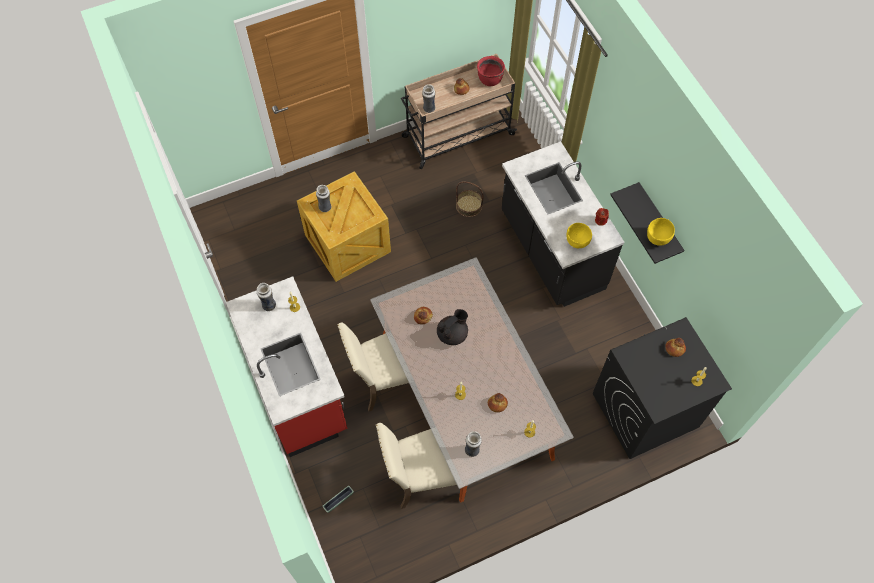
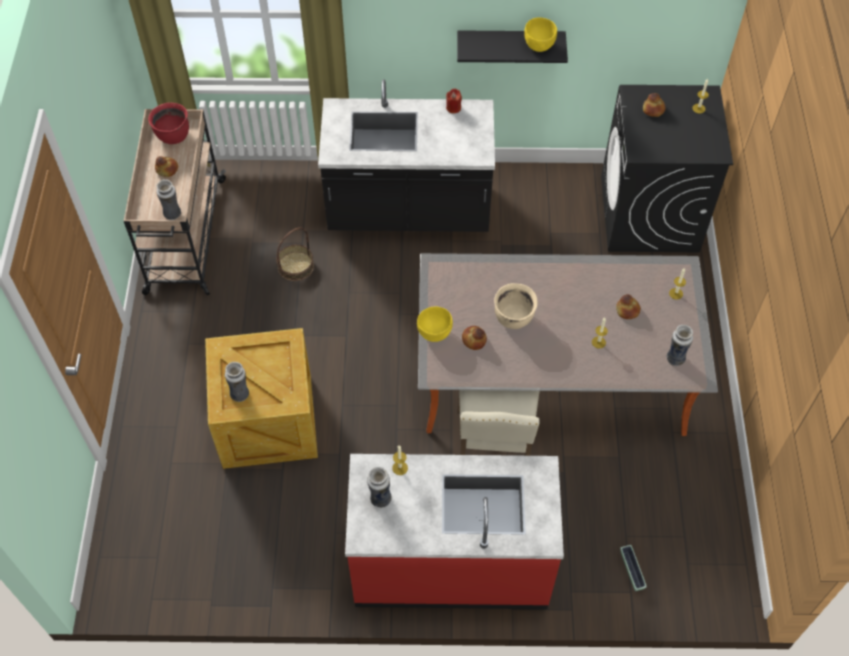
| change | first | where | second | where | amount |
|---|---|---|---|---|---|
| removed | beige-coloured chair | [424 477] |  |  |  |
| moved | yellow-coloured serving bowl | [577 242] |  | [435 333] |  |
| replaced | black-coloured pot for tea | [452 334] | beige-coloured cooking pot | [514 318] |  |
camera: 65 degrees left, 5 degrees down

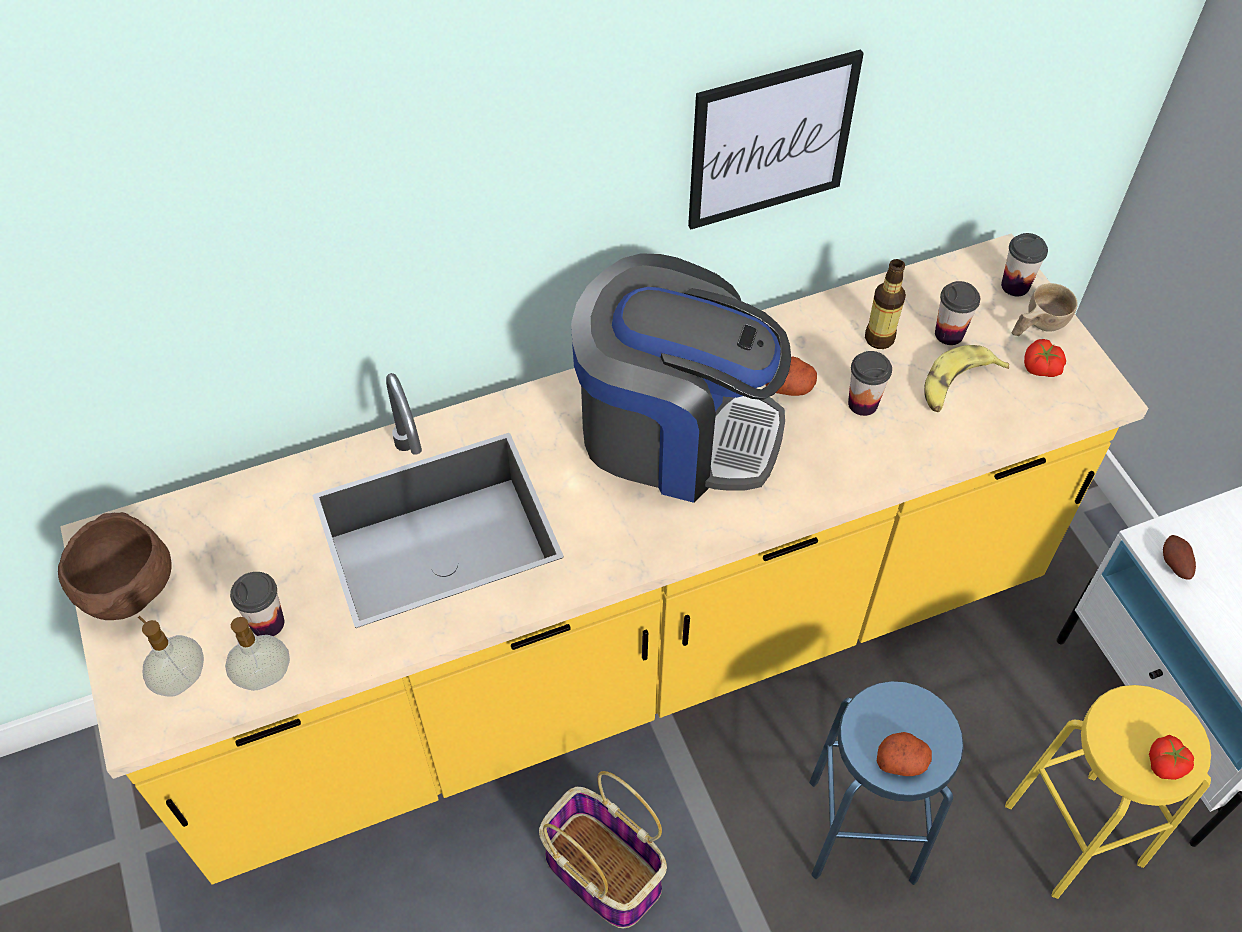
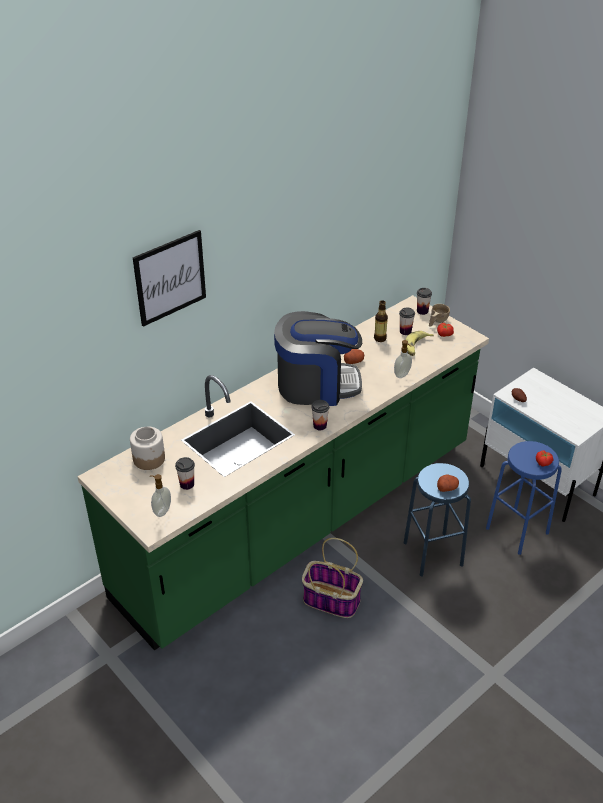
| change | first | where | second | where | amount |
|---|---|---|---|---|---|
| removed | brownish serving bowl | [130 593] |  |  |  |
| added |  |  | jar | [149 459] |  |
| moved | liquid soap bottle | [266 679] |  | [402 375] |  |
| moved | picture | [771 140] |  | [170 277] |  |
| moved | small cup | [862 404] |  | [320 426] |  |
| recoloured | yellow-coloured kitchen base unit | [621 656] | green-coloured kitchen base unit | [301 521] |  |
| recoloured | yellow-coloured stool seat | [1074 833] | bluish stool seat | [517 530] |  |
camera: 20 degrees left, 15 degrees down

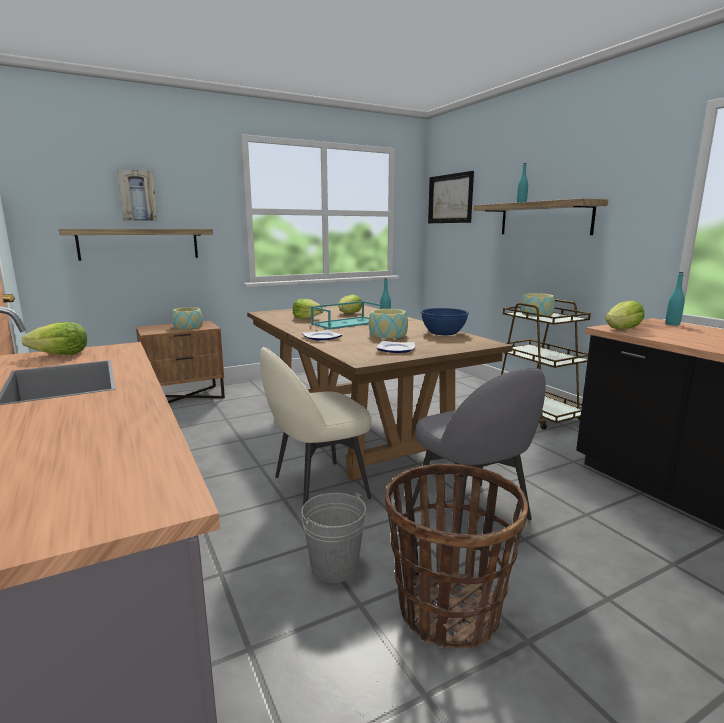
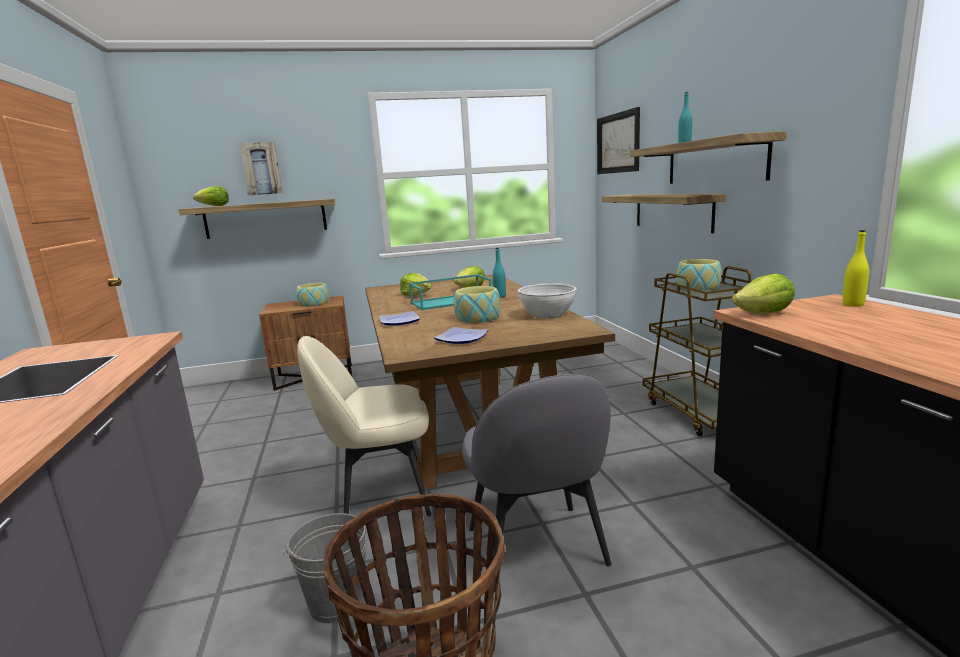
| change | first | where | second | where | amount |
|---|---|---|---|---|---|
| added |  |  | wall shelf | [672 211] |  |
| moved | lettuce | [61 355] |  | [214 206] |  |
| recoloured | bluish serving bowl | [443 333] | white-coloured serving bowl | [547 314] |  |
| recoloured | turquoise-coloured beverage bottle | [672 324] | yellow-coloured beverage bottle | [853 304] |  |
camera: 15 degrees right, 0 degrees up

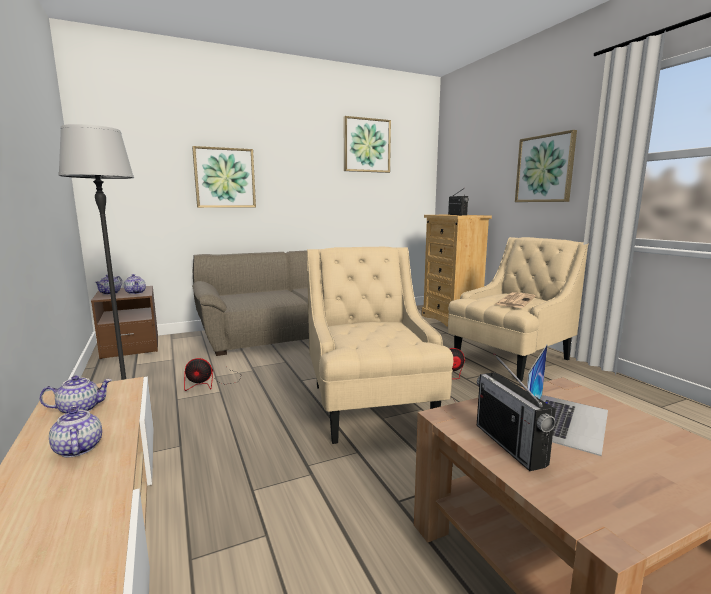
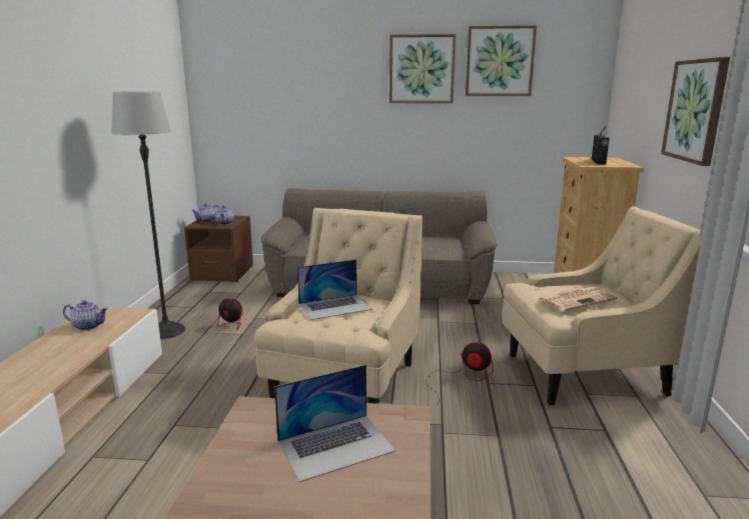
| change | first | where | second | where | amount |
|---|---|---|---|---|---|
| removed | pot for tea | [77 449] |  |  |  |
| removed | radio set | [509 444] |  |  |  |
| added |  |  | notebook computer | [335 306] |  |
| moved | picture | [225 178] |  | [421 69] |  |
camera: 30 degrees right, 5 degrees up

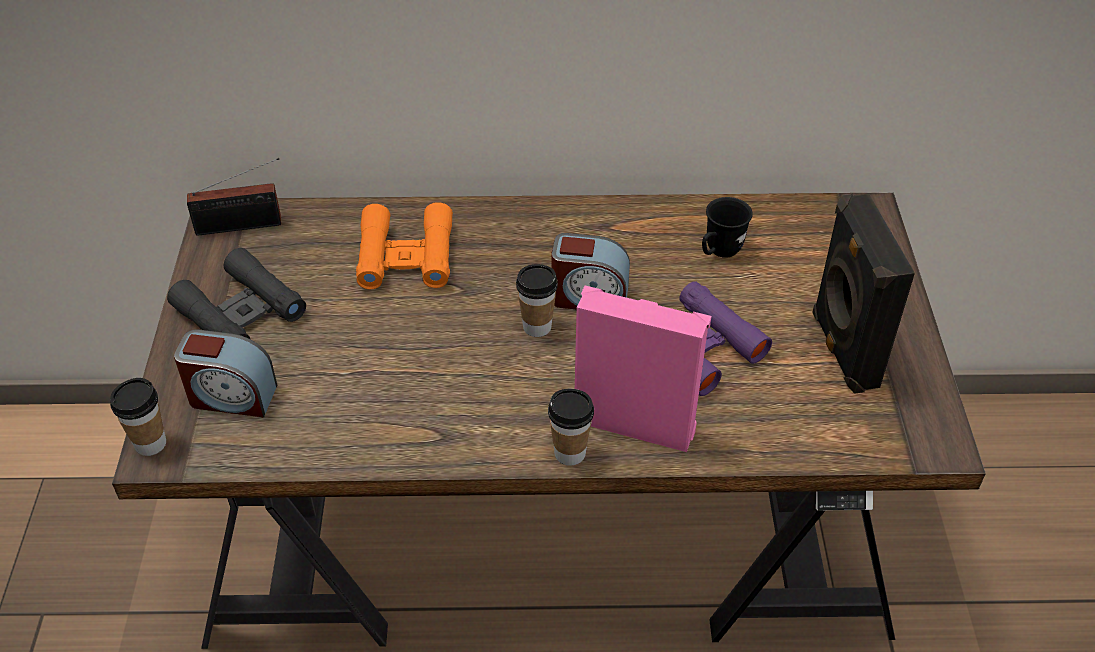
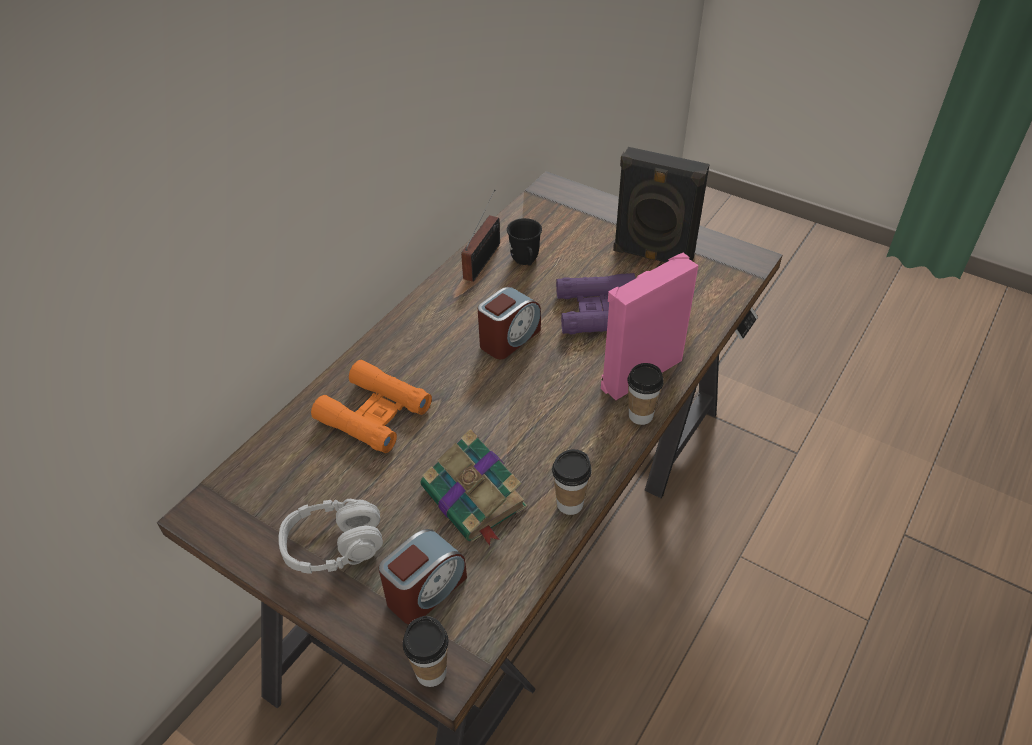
| change | first | where | second | where | amount |
|---|---|---|---|---|---|
| added |  |  | volume | [475 499] |  |
| moved | radio set | [244 226] |  | [484 259] |  |
| moved | small cup | [537 327] |  | [570 504] |  |
| replaced | black-coloured binoculars | [240 312] | grey pair of headphones | [334 545] |  |
camera: 55 degrees left, 0 degrees up

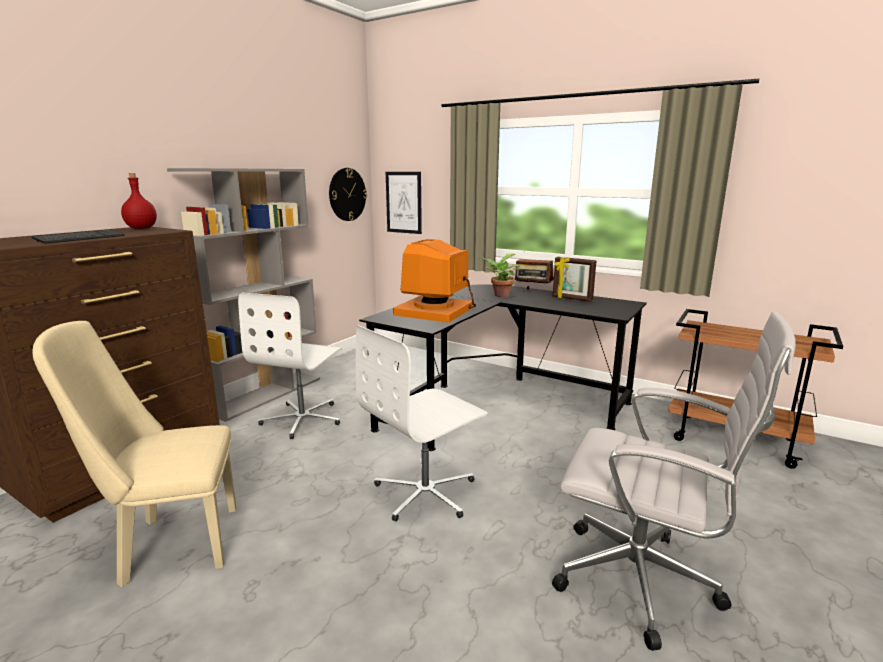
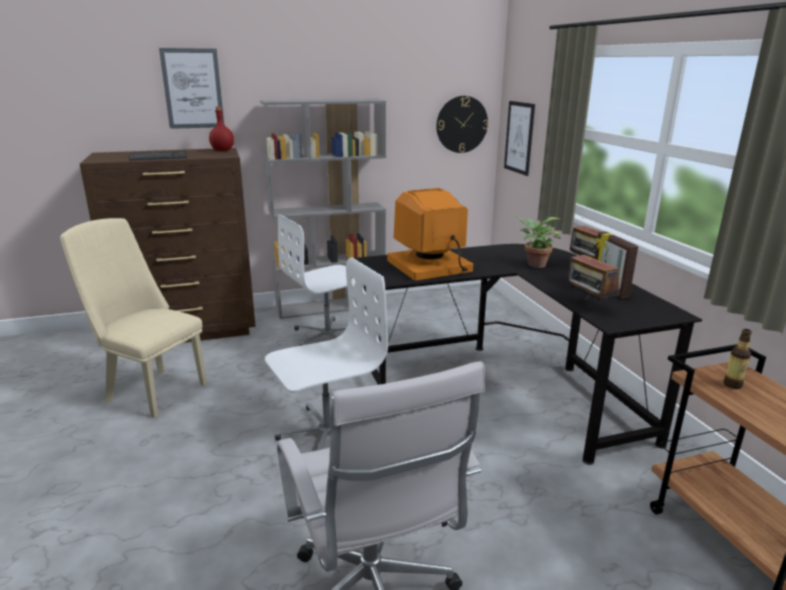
| change | first | where | second | where | amount |
|---|---|---|---|---|---|
| added |  |  | picture | [193 89] |  |
| added |  |  | radio set | [588 305] |  |
| added |  |  | beverage bottle | [732 385] |  |
| turned | white-coloured desk chair | [426 492] |  | [326 433] | 150 degrees clockwise |
camera: 40 degrees right, 5 degrees up

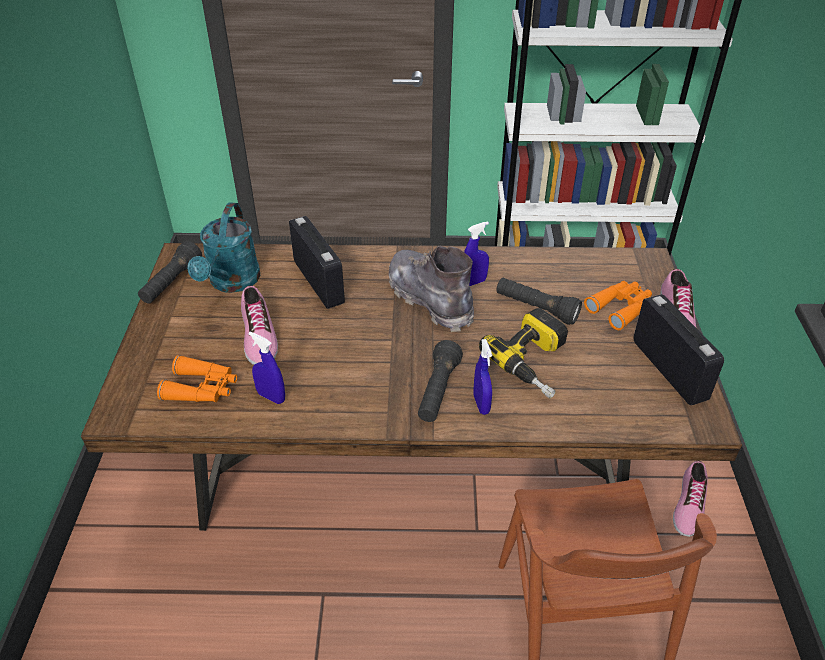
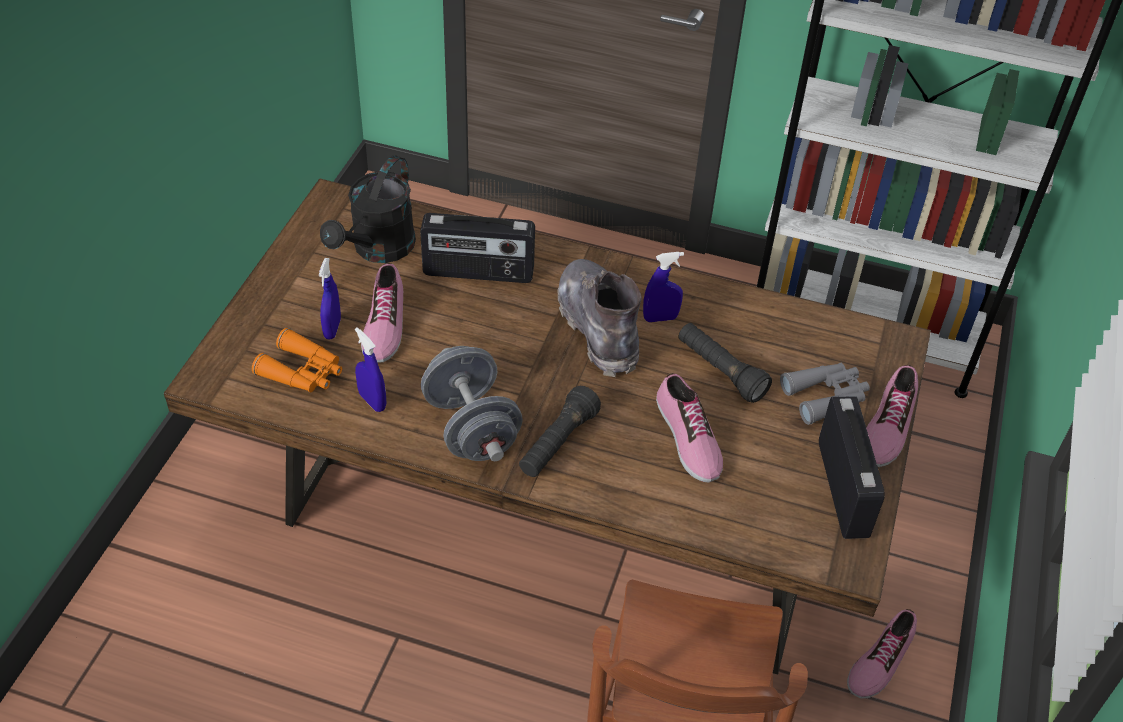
| change | first | where | second | where | amount |
|---|---|---|---|---|---|
| removed | black-coloured flashlight | [172 283] |  |  |  |
| added |  |  | grey dumbbell | [471 428] |  |
| moved | bluish hand sprayer | [481 404] |  | [332 329] |  |
| replaced | power drill | [535 362] | low shoe | [687 438] |  |
| recoloured | turquoise-coloured watering pot | [232 283] | black-coloured watering pot | [378 250] |  |
| recoloured | orangey binoculars | [621 308] | grey binoculars | [826 397] |  |
| turned | radio set | [319 282] |  | [478 273] | 105 degrees clockwise |
camera: 15 degrees right, 5 degrees up

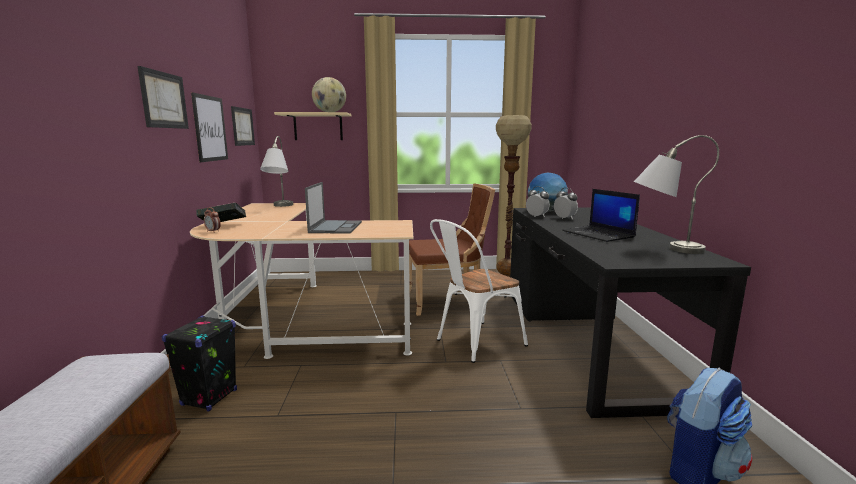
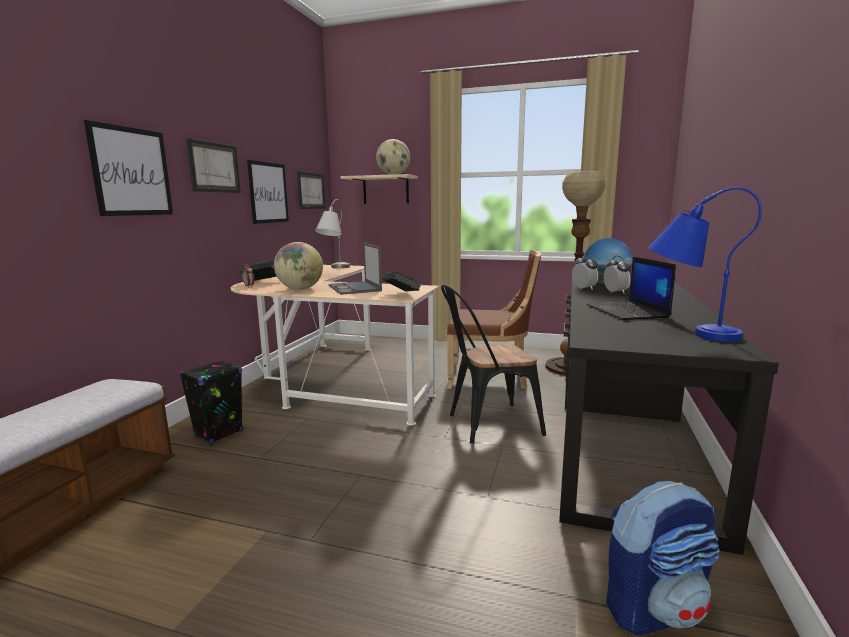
| change | first | where | second | where | amount |
|---|---|---|---|---|---|
| added |  |  | picture | [132 172] |  |
| added |  |  | desk globe | [300 289] |  |
| added |  |  | volume | [401 295] |  |
| recoloured | white-coloured chair | [474 343] | black-coloured chair | [486 424] |  |
| recoloured | grey lamp for a table | [662 248] | bluish lamp for a table | [686 332] |  |
| turned | notebook computer | [335 227] |  | [355 288] | 135 degrees clockwise |
camera: 20 degrees right, 0 degrees up

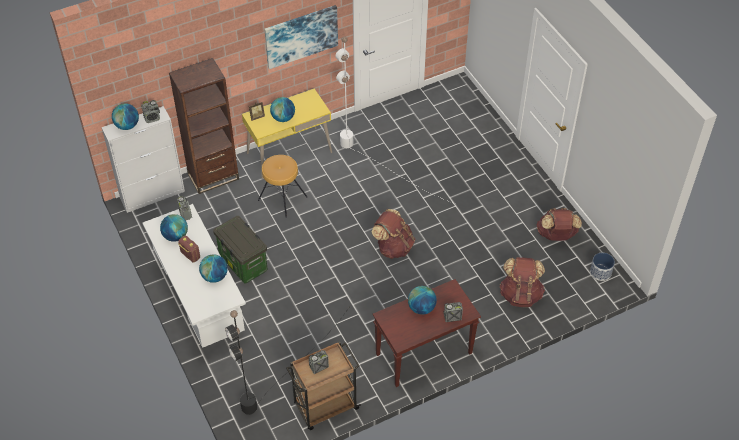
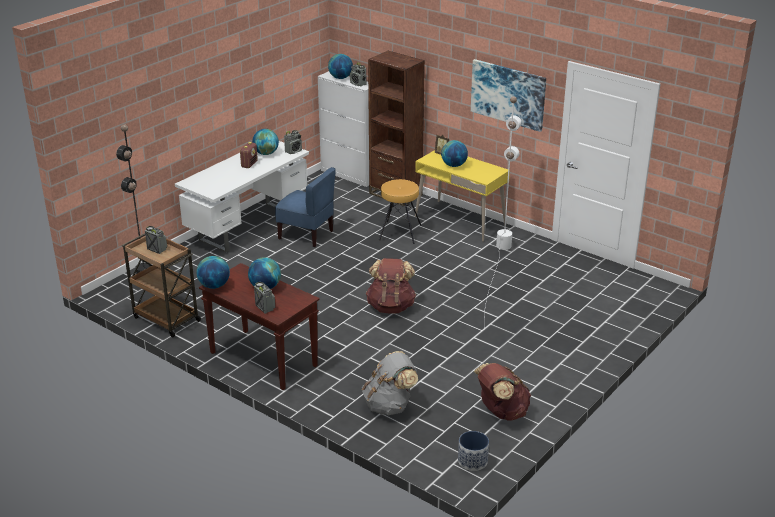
| change | first | where | second | where | amount |
|---|---|---|---|---|---|
| moved | desk globe | [214 276] |  | [214 286] |  |
| replaced | storage bin | [244 263] | bluish chair | [306 235] |  |
| recoloured | brownish backpack | [520 294] | grey backpack | [390 405] |  |
camera: 65 degrees right, 20 degrees down

